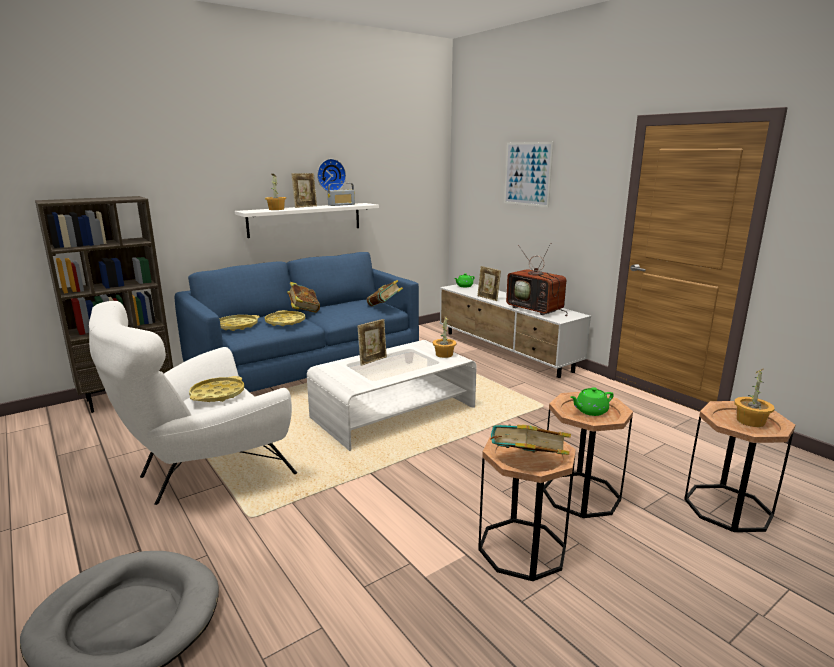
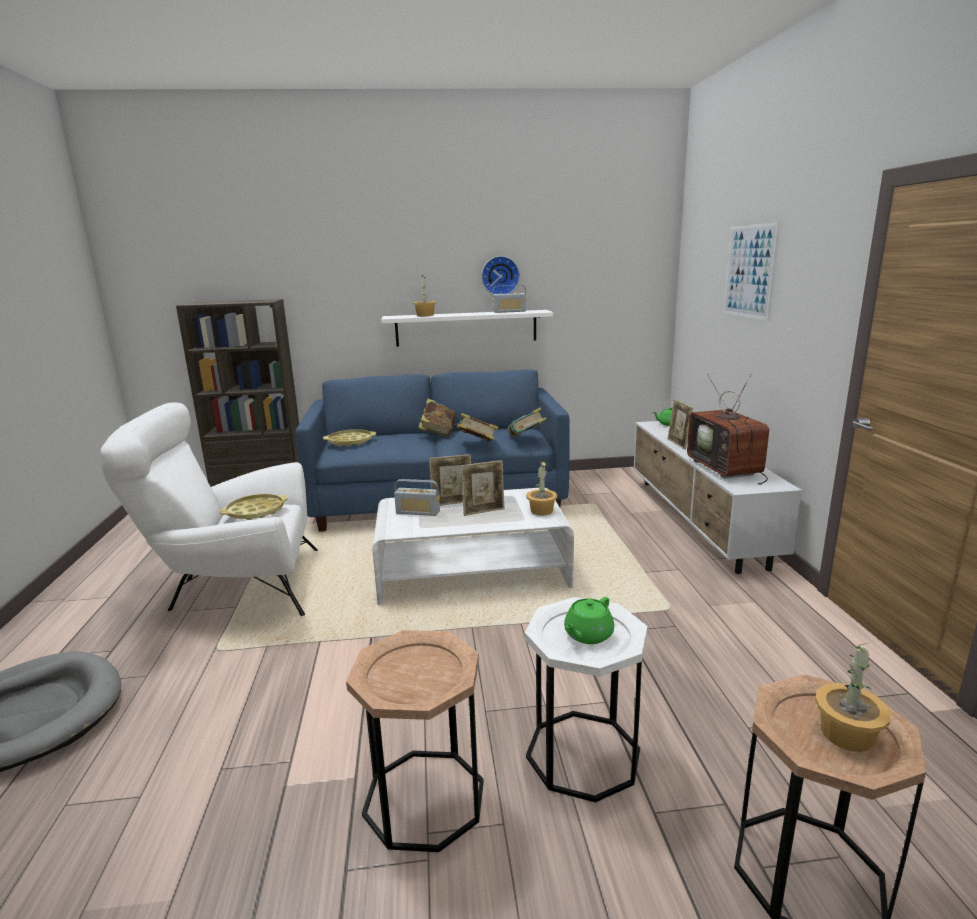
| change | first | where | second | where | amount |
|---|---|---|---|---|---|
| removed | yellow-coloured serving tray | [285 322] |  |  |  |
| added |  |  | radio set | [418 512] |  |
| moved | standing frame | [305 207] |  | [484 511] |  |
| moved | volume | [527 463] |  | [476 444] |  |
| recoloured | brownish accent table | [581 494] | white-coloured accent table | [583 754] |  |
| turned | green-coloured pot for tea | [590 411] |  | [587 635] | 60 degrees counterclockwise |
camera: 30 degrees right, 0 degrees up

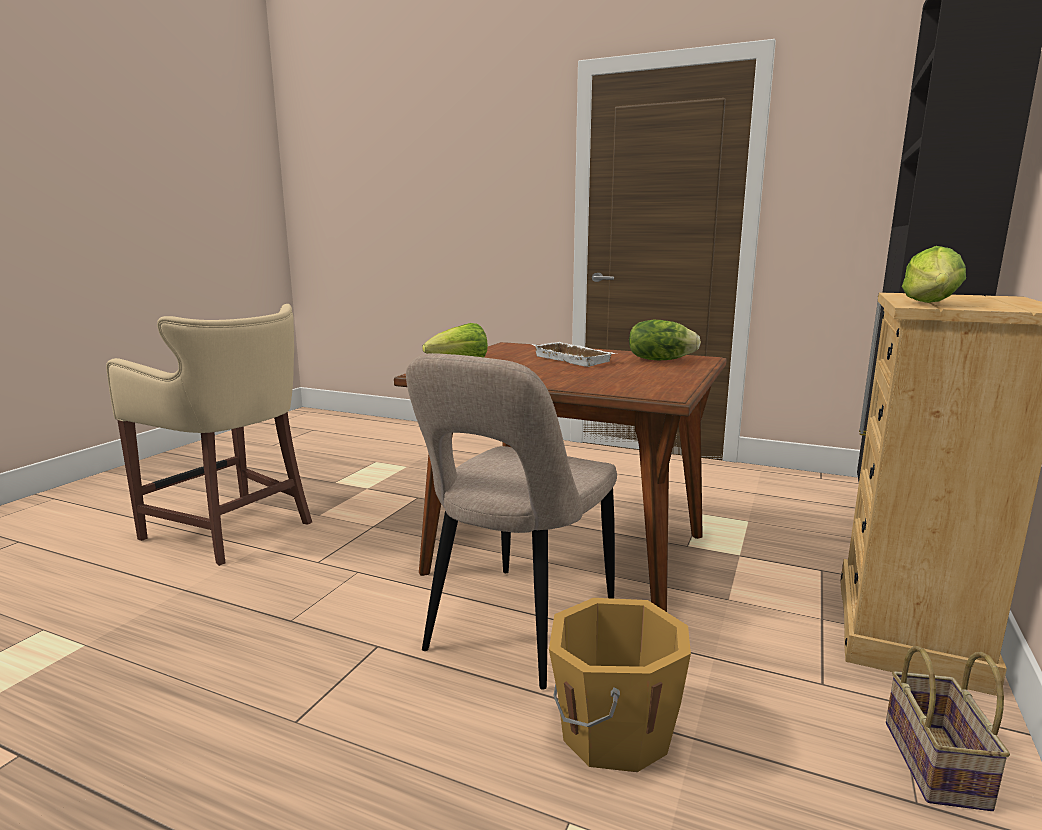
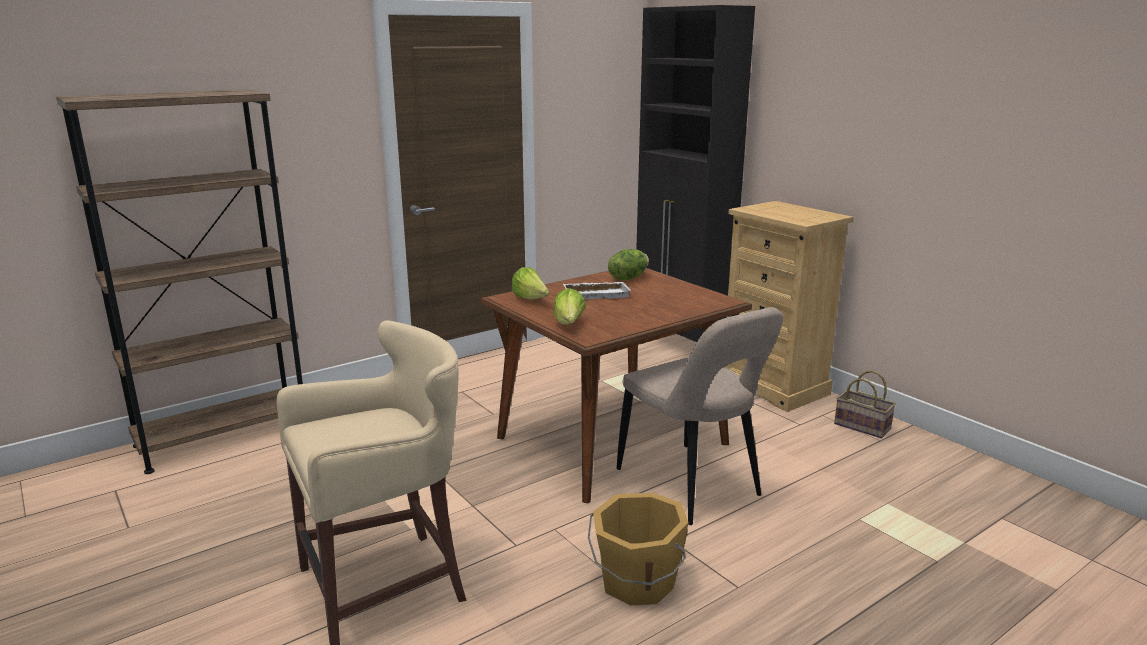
| change | first | where | second | where | amount |
|---|---|---|---|---|---|
| added |  |  | brownish bookshelf | [223 436] |  |
| moved | orangey water bucket | [612 731] |  | [637 582] |  |
| moved | lettuce | [930 304] |  | [531 300] |  |
camera: 60 degrees left, 5 degrees up

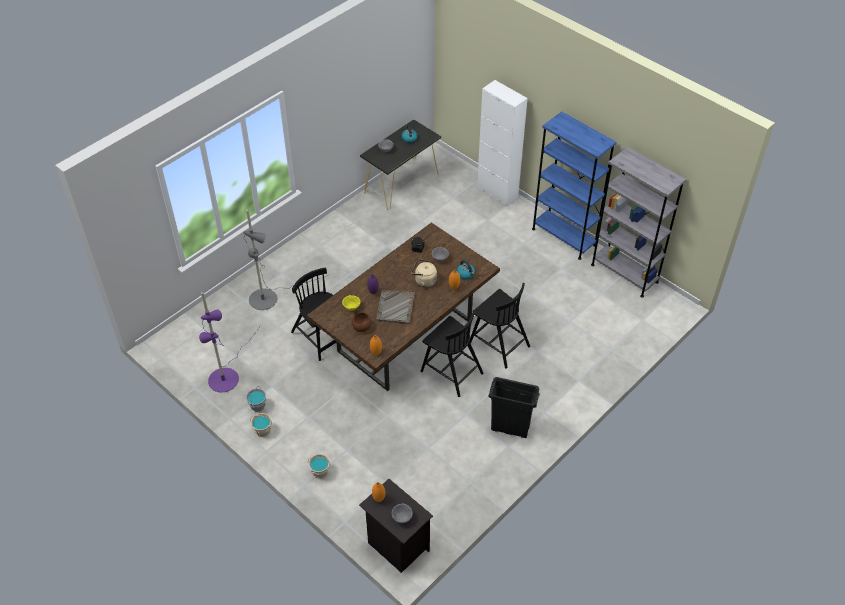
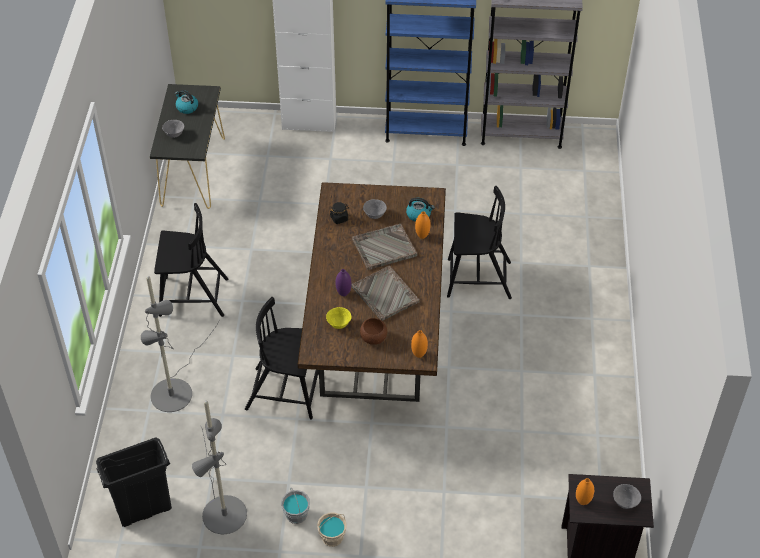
| change | first | where | second | where | amount |
|---|---|---|---|---|---|
| removed | beige-coloured water bucket | [320 472] |  |  |  |
| moved | black-coloured chair | [451 371] |  | [192 297] |  |
| moved | black-coloured rubbish bin | [510 428] |  | [144 510] |  |
| replaced | beige-coloured kettle | [424 280] | grey serving tray | [383 248] |  |
| recoloured | purple standing lamp | [226 374] | grey standing lamp | [221 506] |  |
camera: 40 degrees left, 0 degrees up

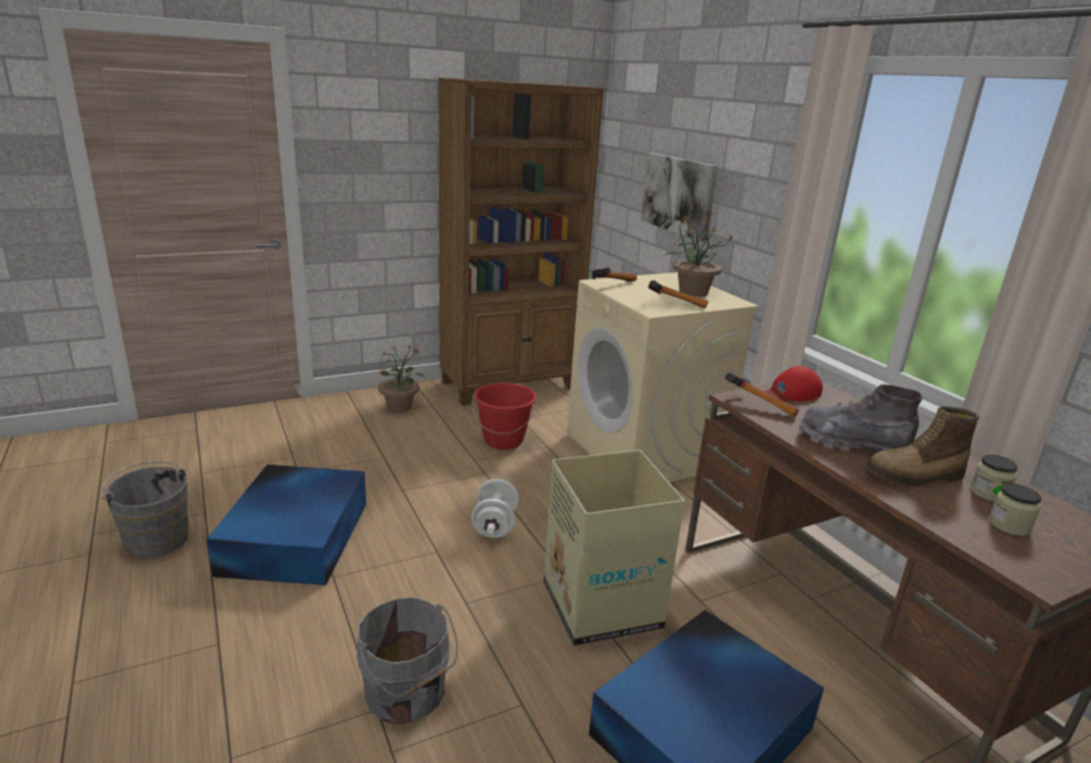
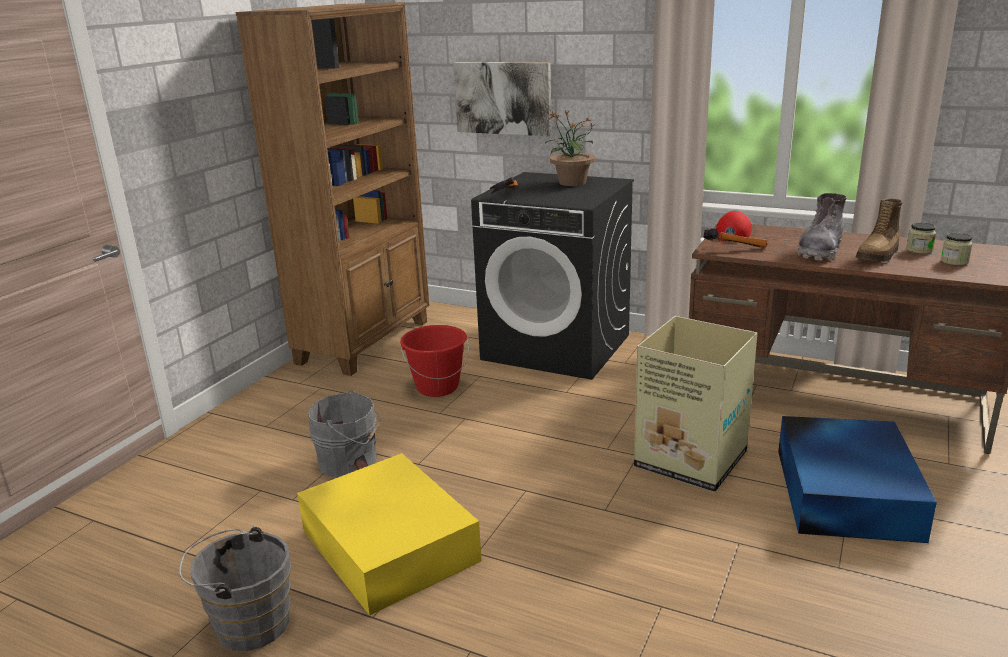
| change | first | where | second | where | amount |
|---|---|---|---|---|---|
| removed | potted plant | [400 406] |  |  |  |
| removed | white-coloured dumbbell | [495 525] |  |  |  |
| removed | tool hammer | [676 304] |  |  |  |
| moved | grey water bucket | [406 694] |  | [350 462] |  |
| recoloured | bluish storage bin | [297 536] | yellow-coloured storage bin | [389 544] |  |
| recoloured | beige-coloured laundry machine | [645 451] | black-coloured laundry machine | [557 347] |  |
| turned | grey high-top boot | [852 444] |  | [820 251] | 45 degrees counterclockwise |
camera: 35 degrees left, 0 degrees up

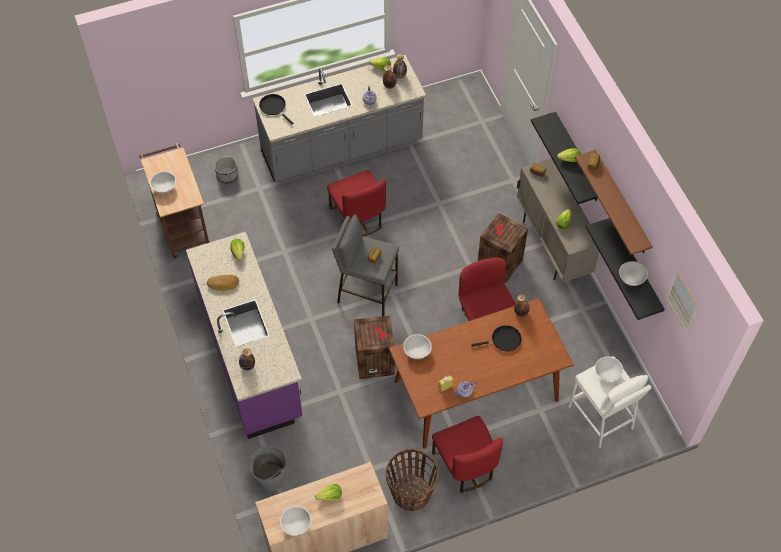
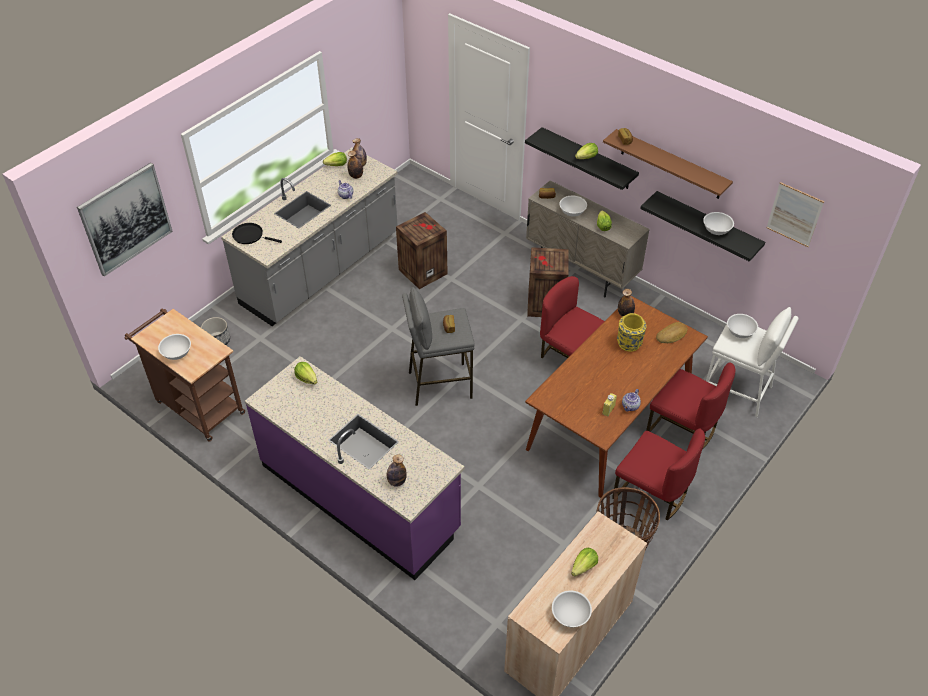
| change | first | where | second | where | amount |
|---|---|---|---|---|---|
| removed | grey water bucket | [270 478] |  |  |  |
| added |  |  | picture | [125 219] |  |
| moved | bakery bread | [223 284] |  | [672 335] |  |
| moved | reddish chair | [358 217] |  | [683 428] |  |
| moved | shipping crate | [375 360] |  | [423 271] |  |
| moved | white-coloured serving bowl | [417 351] |  | [572 212] |  |
| replaced | black-coloured pan | [503 340] | yellow-coloured flower vase | [629 344] |  |
camera: 30 degrees left, 10 degrees down

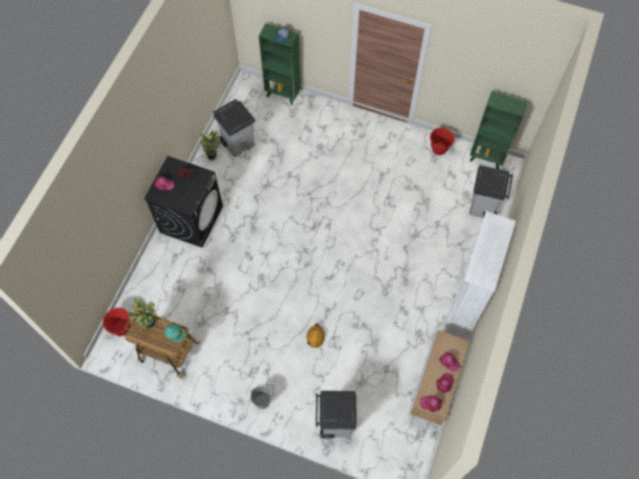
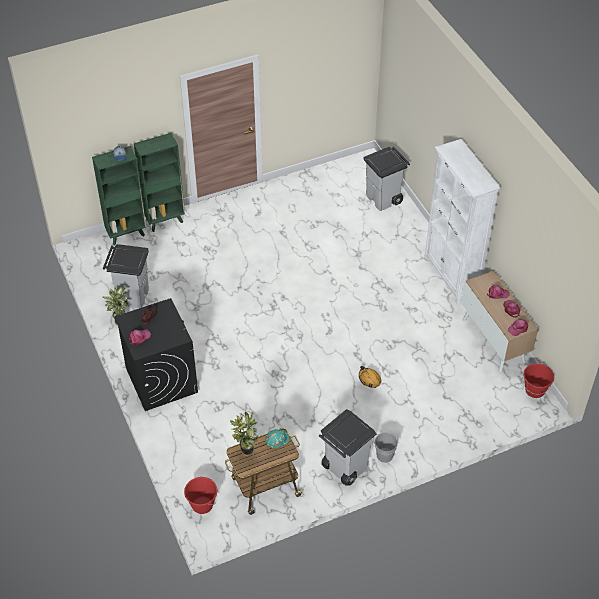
| change | first | where | second | where | amount |
|---|---|---|---|---|---|
| moved | grey rubbish bin | [334 421] |  | [344 467] |  |
| moved | reddish water bucket | [439 149] |  | [535 390] |  |
| moved | green-coloured bookshelf | [486 159] |  | [165 220] |  |
camera: 45 degrees left, 15 degrees down

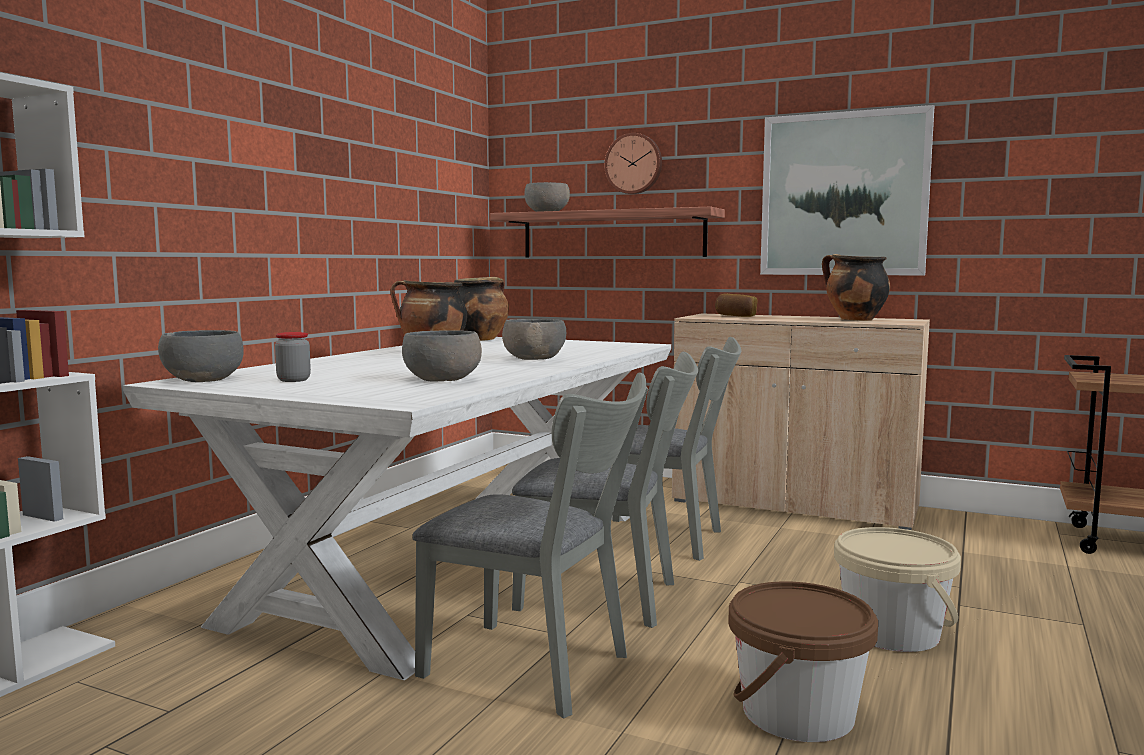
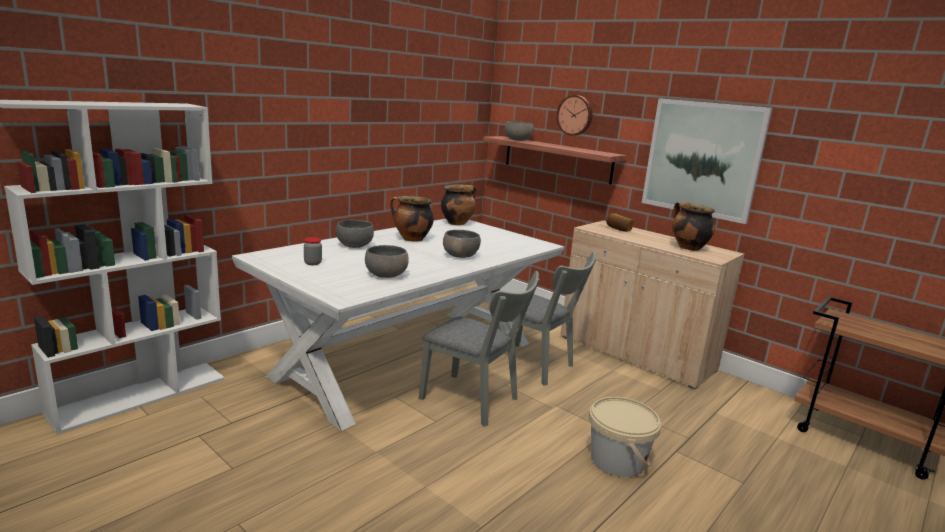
| change | first | where | second | where | amount |
|---|---|---|---|---|---|
| removed | grey chair | [538 669] |  |  |  |
| removed | brownish water bucket | [797 713] |  |  |  |
| moved | grey serving bowl | [203 380] |  | [354 245] |  |
camera: 15 degrees right, 10 degrees up

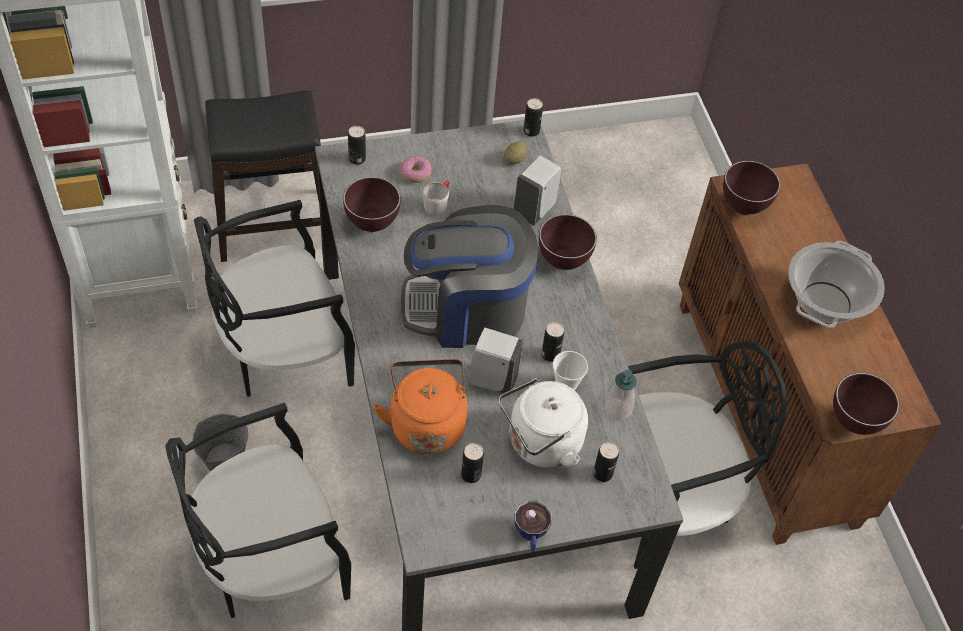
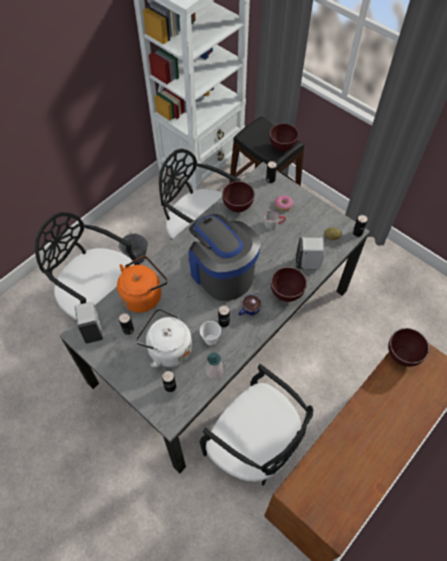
| change | first | where | second | where | amount |
|---|---|---|---|---|---|
| removed | cooking pot | [825 302] |  |  |  |
| moved | white-coloured liquid soap bottle | [491 380] |  | [93 330] |  |
| moved | small cup | [531 535] |  | [248 311] |  |
| moved | brownish serving bowl | [855 422] |  | [282 148] |  |
camera: 60 degrees right, 5 degrees up

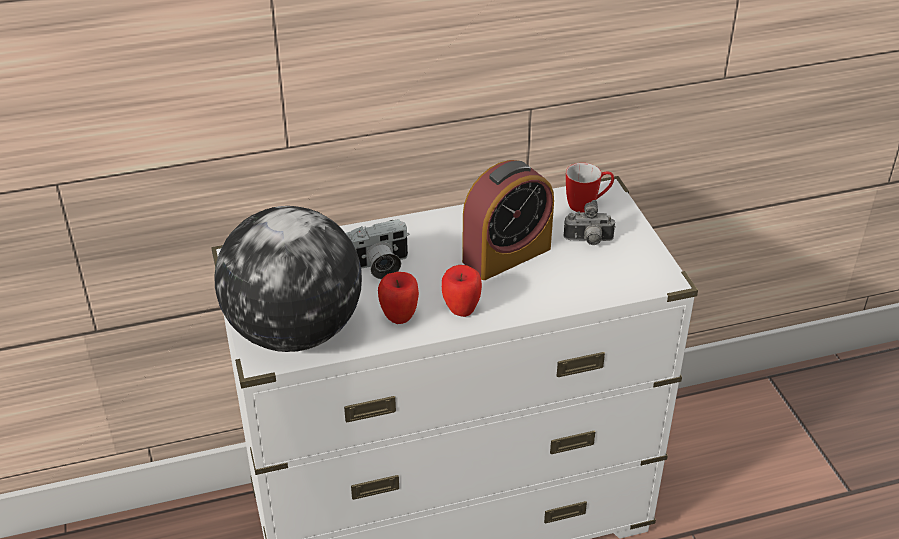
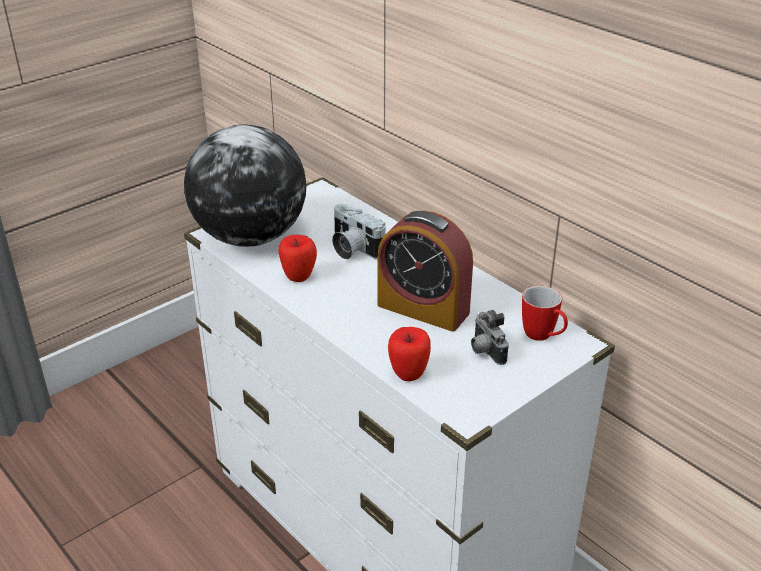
| change | first | where | second | where | amount |
|---|---|---|---|---|---|
| moved | whole apple | [461 310] |  | [408 374] |  |
camera: 65 degrees right, 5 degrees down

